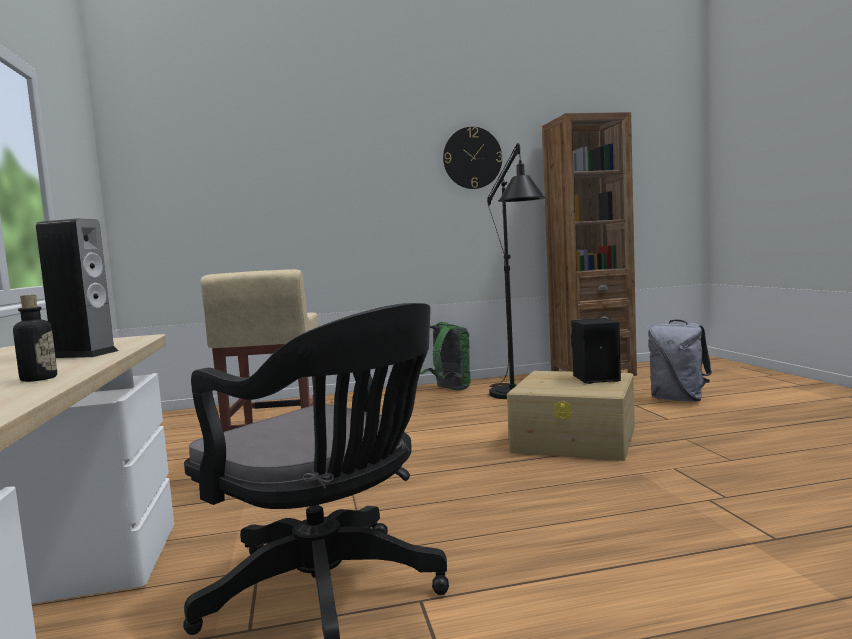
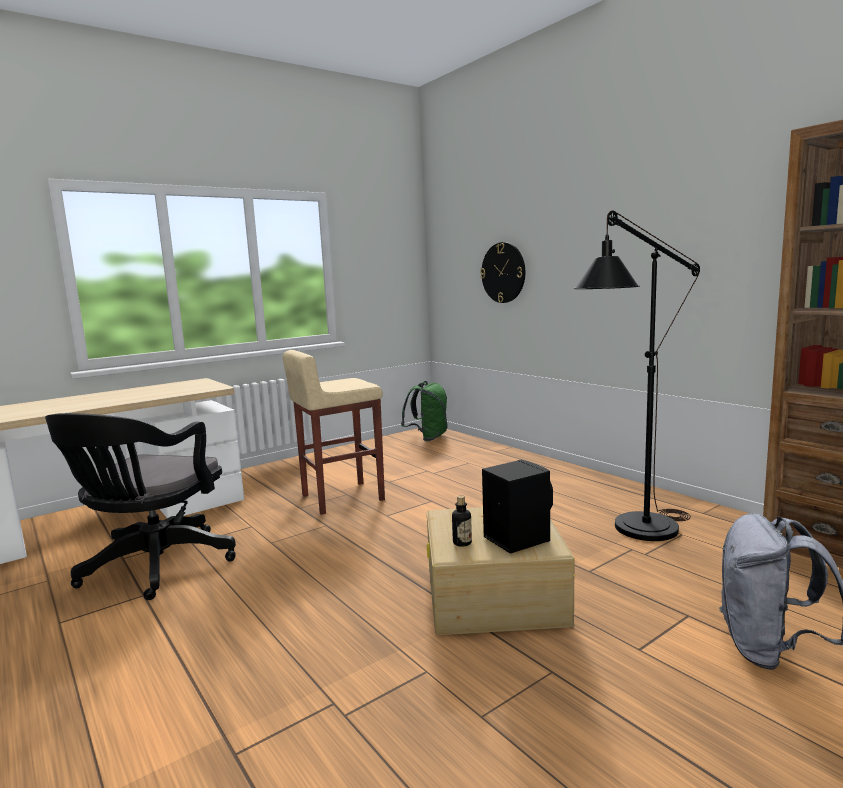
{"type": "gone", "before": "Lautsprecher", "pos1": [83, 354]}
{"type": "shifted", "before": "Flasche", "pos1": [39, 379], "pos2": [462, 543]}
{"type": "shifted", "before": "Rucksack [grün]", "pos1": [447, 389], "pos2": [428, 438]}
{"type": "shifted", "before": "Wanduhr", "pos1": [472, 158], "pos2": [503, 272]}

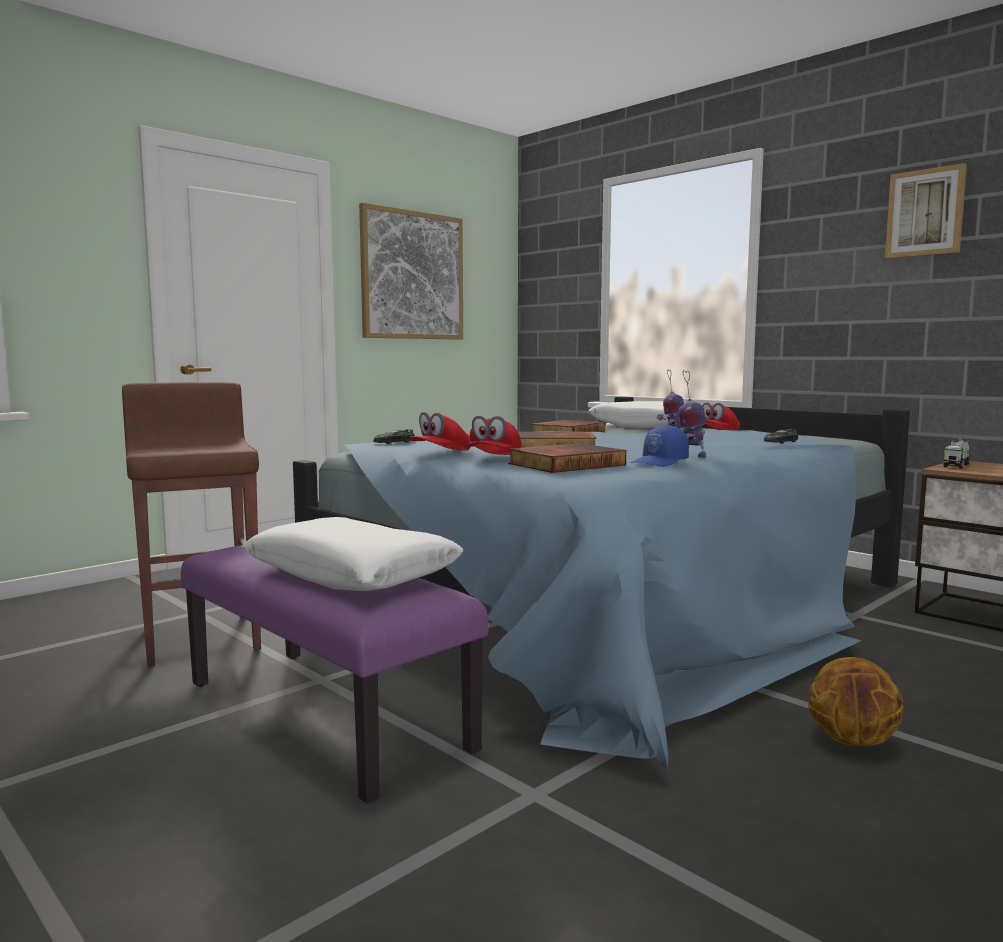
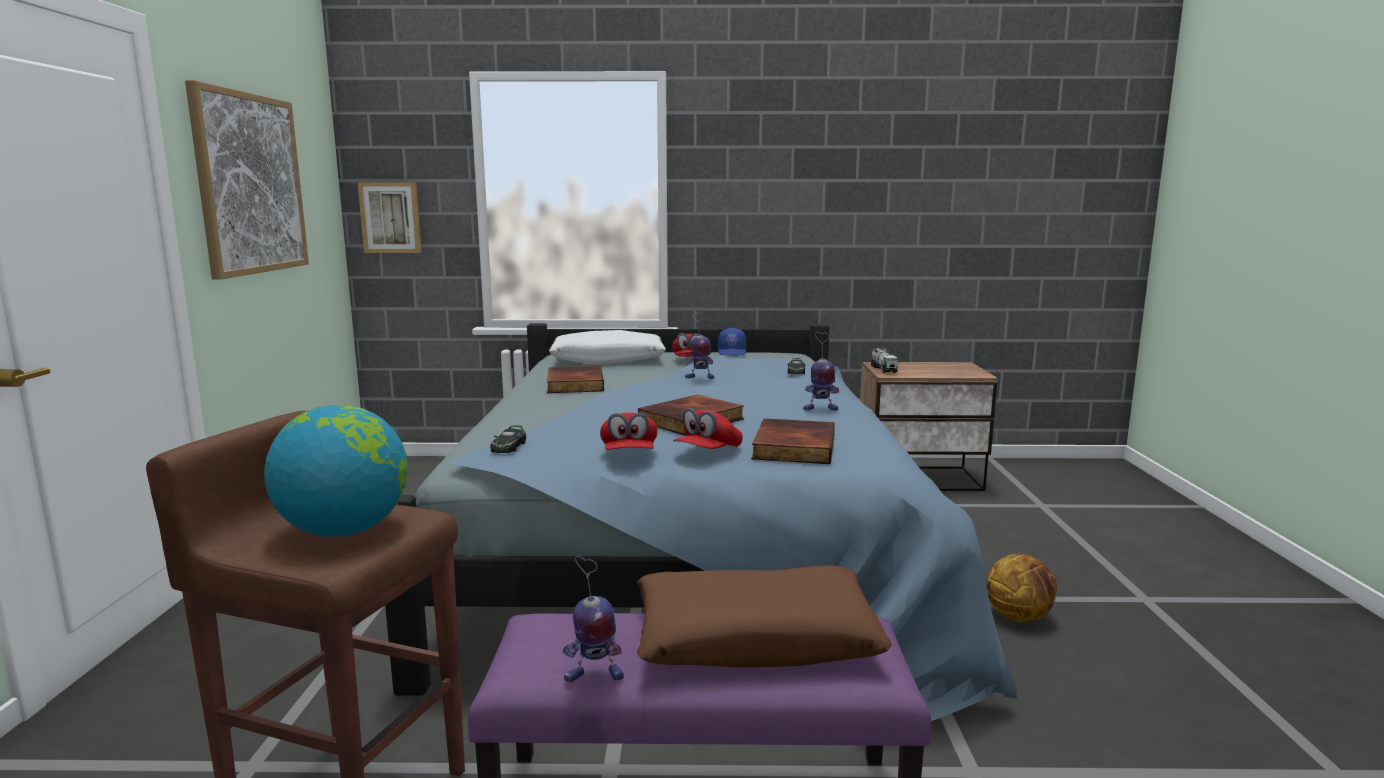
{"type": "new", "after": "Globus", "pos2": [345, 531]}
{"type": "new", "after": "Spielzeugroboter", "pos2": [593, 677]}
{"type": "shifted", "before": "Kappe [blau]", "pos1": [660, 462], "pos2": [732, 352]}
{"type": "shifted", "before": "Bild", "pos1": [925, 213], "pos2": [391, 217]}
{"type": "repainted", "before": "Kissen [weiß]", "after": "Kissen [braun]", "pos1": [351, 574], "pos2": [755, 638]}
{"type": "rotated", "before": "Kappe [rot]", "pos1": [494, 458], "pos2": [708, 452], "turn": 60}

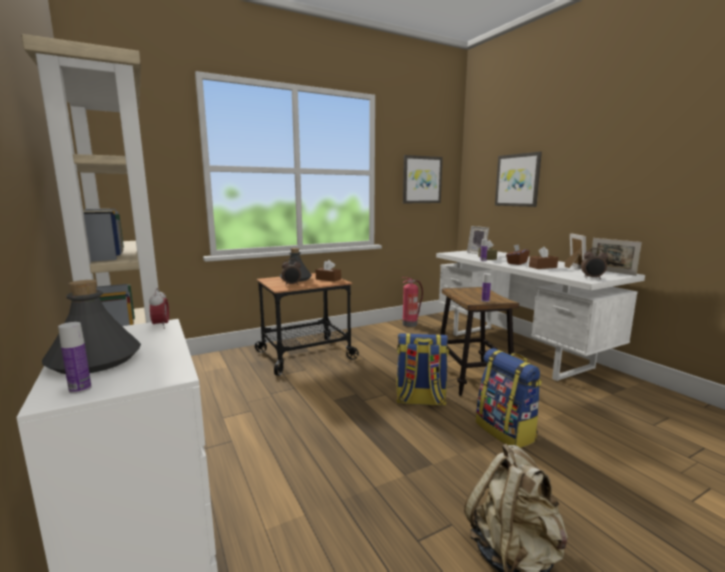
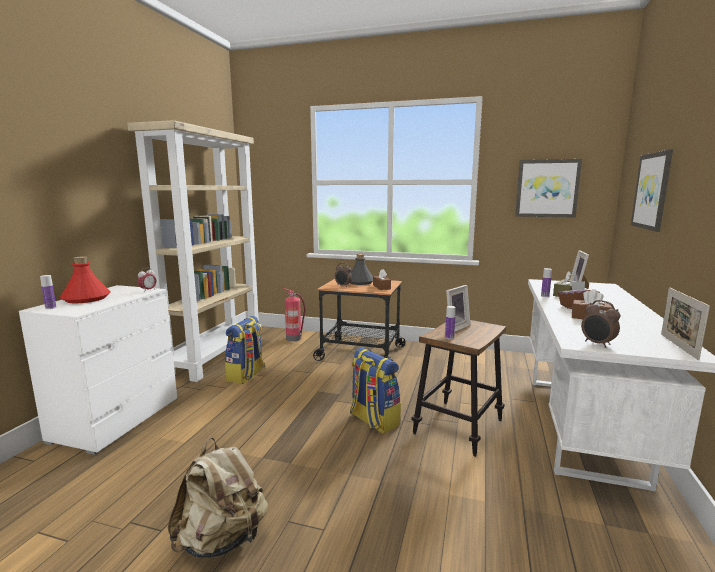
{"type": "shifted", "before": "Feuerlöscher", "pos1": [410, 324], "pos2": [294, 338]}
{"type": "shifted", "before": "Rucksack", "pos1": [506, 431], "pos2": [246, 375]}
{"type": "shifted", "before": "Bilderrahmen", "pos1": [573, 267], "pos2": [454, 327]}
{"type": "repainted", "before": "Flasche [grau]", "after": "Flasche [rot]", "pos1": [95, 360], "pos2": [86, 298]}

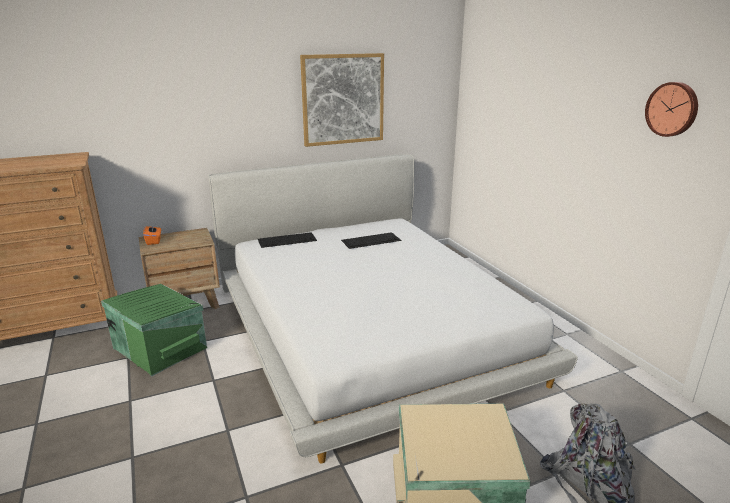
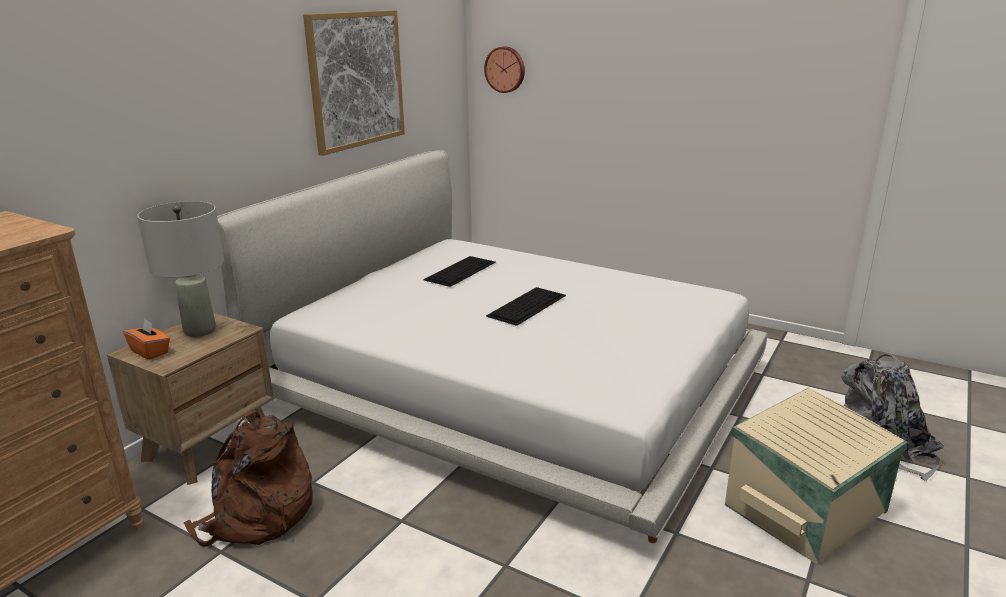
{"type": "new", "after": "Tischlampe [grau]", "pos2": [200, 331]}
{"type": "shifted", "before": "Tastatur", "pos1": [287, 240], "pos2": [527, 305]}
{"type": "shifted", "before": "Wanduhr", "pos1": [672, 109], "pos2": [505, 69]}
{"type": "swapped", "before": "Aufbewahrungsbox [grün]", "after": "Rucksack [braun]", "pos1": [160, 347], "pos2": [257, 516]}

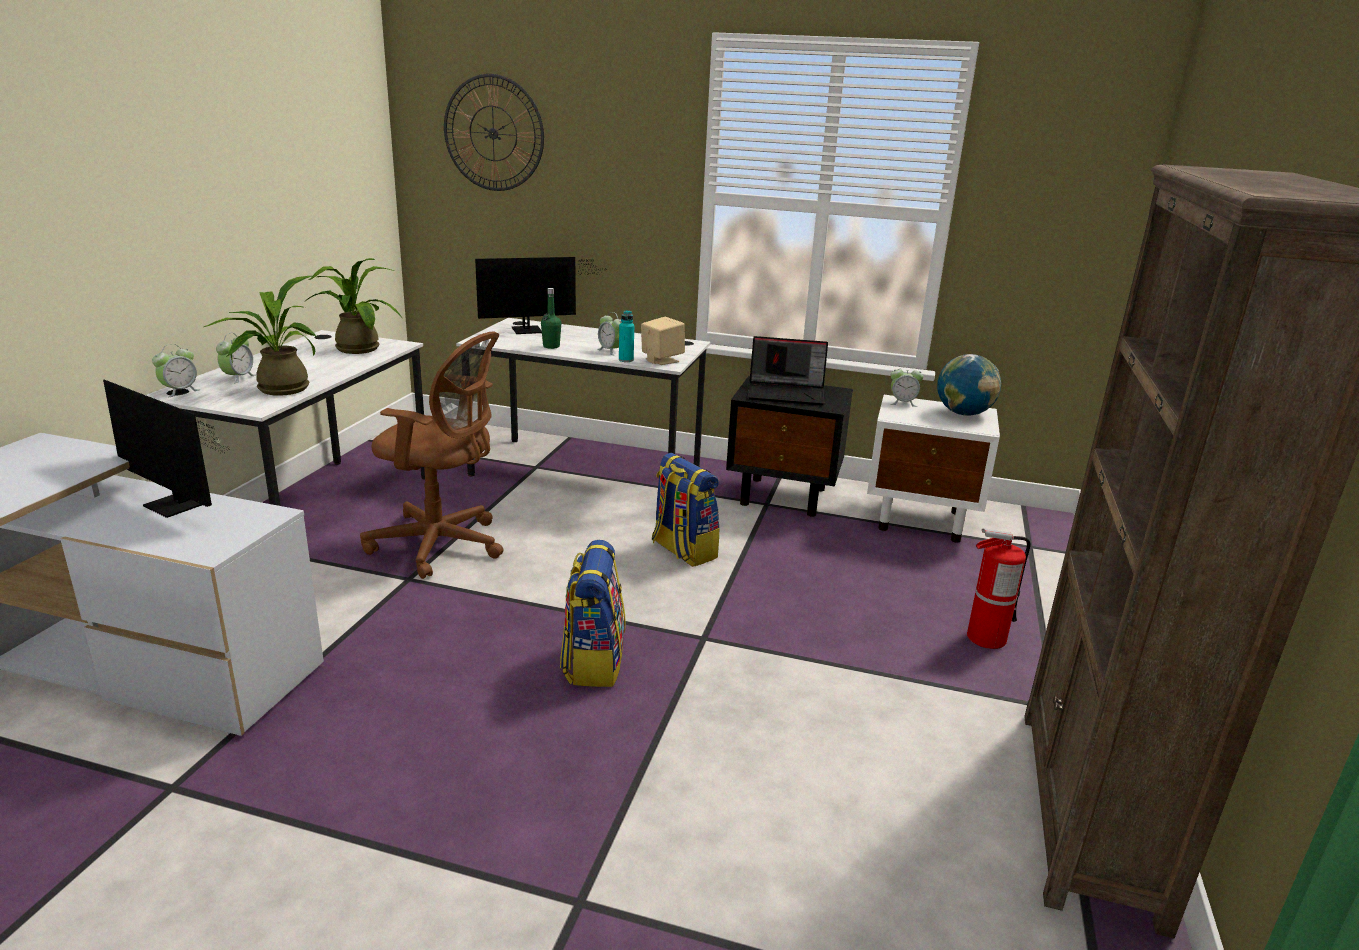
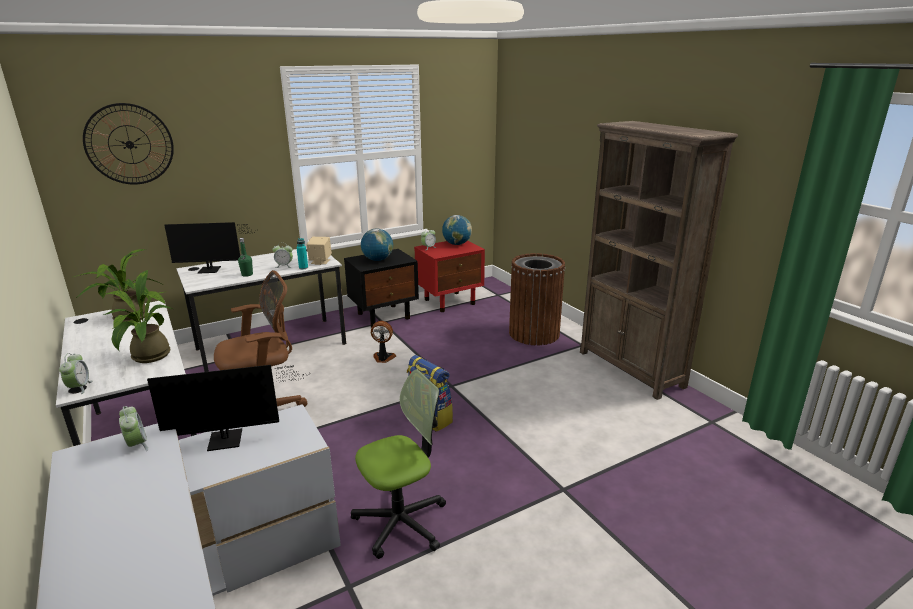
{"type": "new", "after": "Bürostuhl", "pos2": [401, 522]}
{"type": "shifted", "before": "Wecker", "pos1": [238, 378], "pos2": [137, 445]}
{"type": "swapped", "before": "Rucksack", "after": "Ventilator", "pos1": [682, 550], "pos2": [383, 358]}
{"type": "swapped", "before": "Laptop", "after": "Globus", "pos1": [787, 393], "pos2": [377, 260]}
{"type": "swapped", "before": "Feuerlöscher", "after": "Mülleimer [braun]", "pos1": [985, 638], "pos2": [534, 334]}
{"type": "repainted", "before": "Nachttisch [weiß]", "after": "Nachttisch [rot]", "pos1": [922, 520], "pos2": [450, 301]}
{"type": "rotated", "before": "Monitor", "pos1": [532, 330], "pos2": [212, 270], "turn": 60}

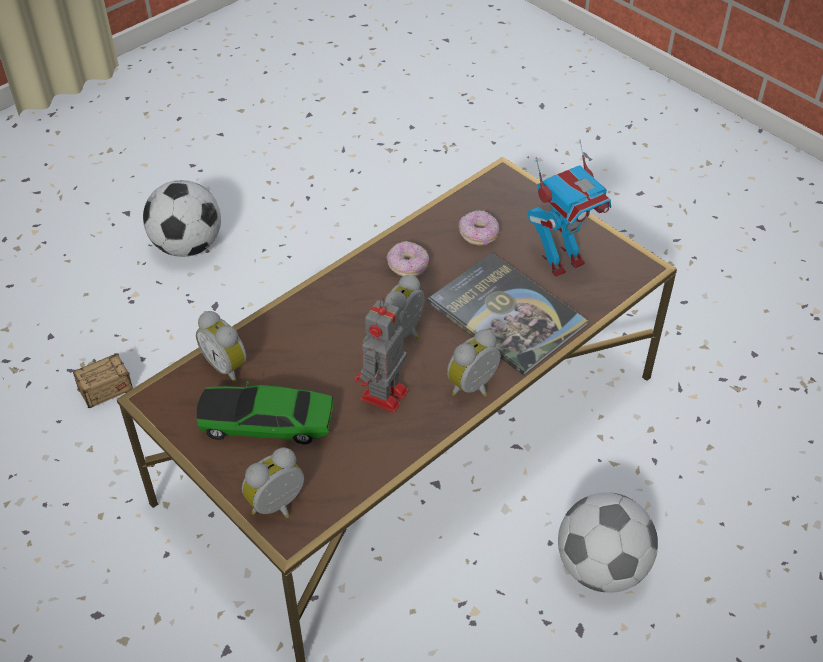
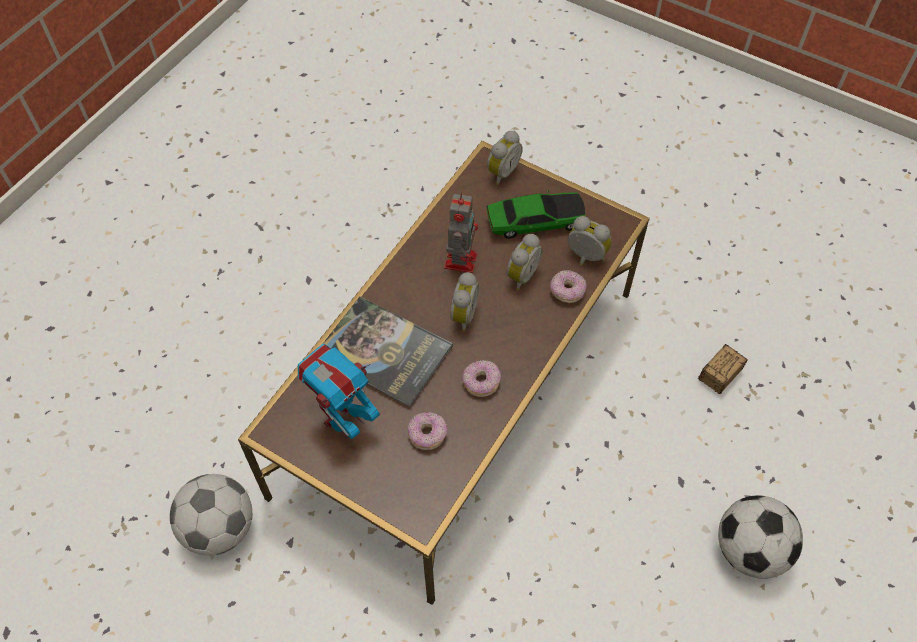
{"type": "new", "after": "Donut", "pos2": [567, 291]}
{"type": "shifted", "before": "Wecker", "pos1": [475, 388], "pos2": [520, 275]}
{"type": "shifted", "before": "Fußball", "pos1": [601, 567], "pos2": [219, 528]}

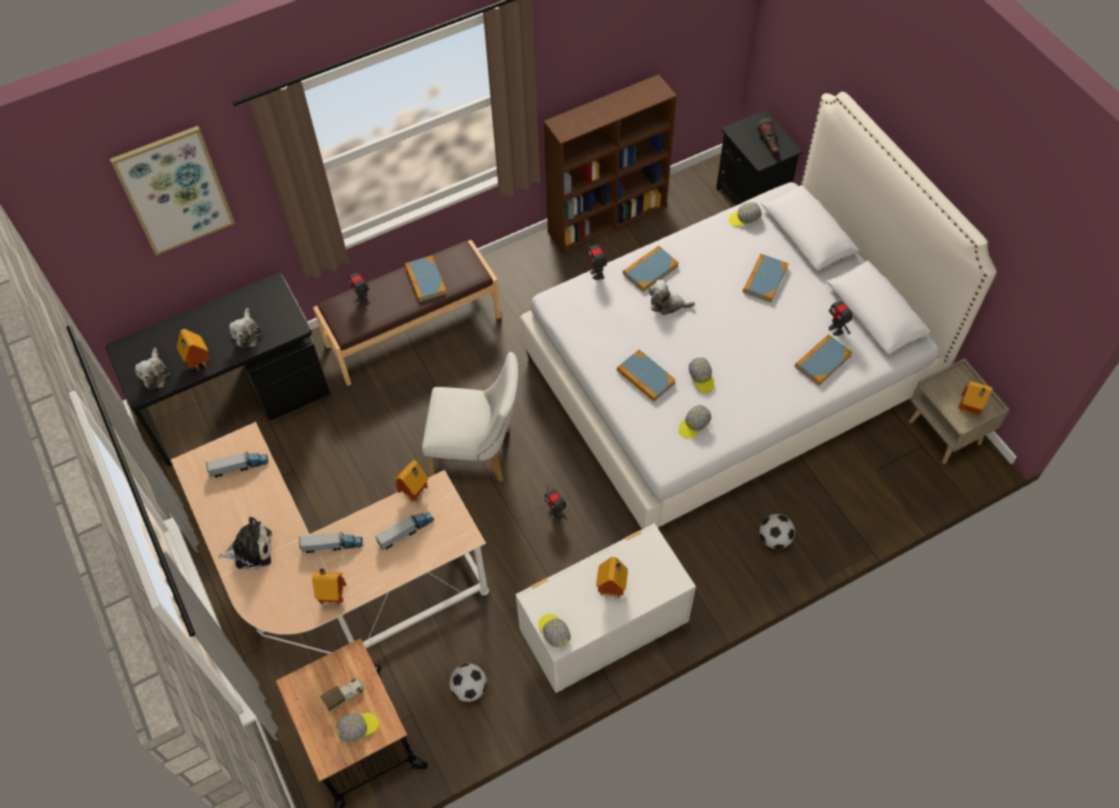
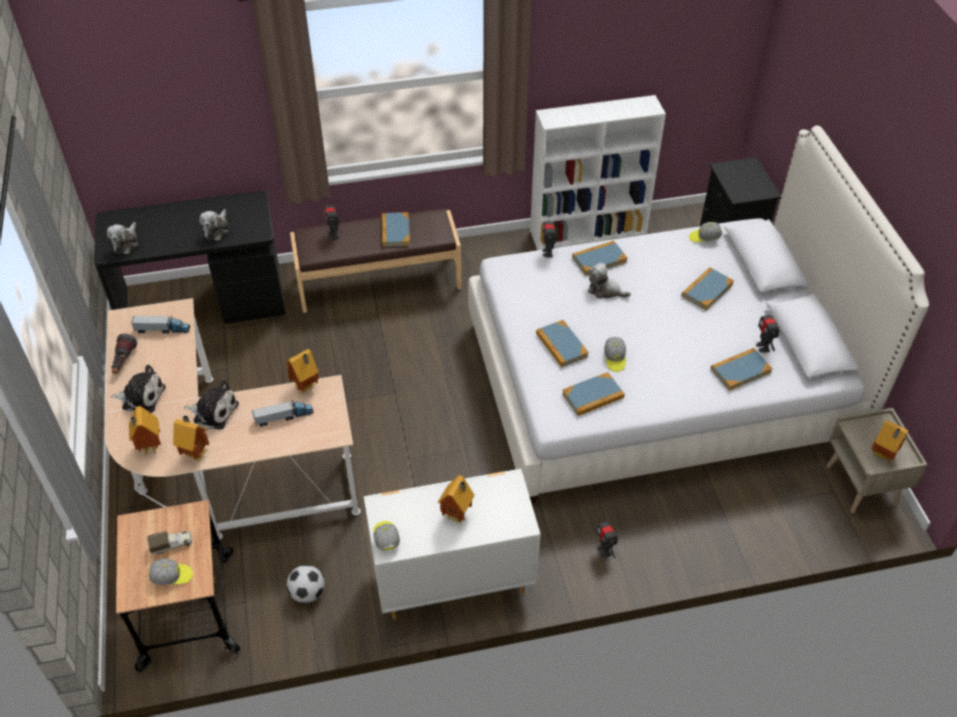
{"type": "gone", "before": "Bild", "pos1": [174, 190]}
{"type": "gone", "before": "Stuhl [weiß]", "pos1": [478, 453]}
{"type": "gone", "before": "Fußball", "pos1": [774, 539]}
{"type": "shifted", "before": "Spielzeughaus", "pos1": [198, 364], "pos2": [149, 447]}
{"type": "shifted", "before": "Spielzeugroboter", "pos1": [555, 513], "pos2": [604, 550]}
{"type": "shifted", "before": "Taschenlampe", "pos1": [768, 143], "pos2": [123, 362]}
{"type": "swapped", "before": "Spielzeuglaster", "after": "Plüschtier", "pos1": [332, 545], "pos2": [213, 411]}
{"type": "swapped", "before": "Kappe", "after": "Buch", "pos1": [694, 425], "pos2": [593, 396]}
{"type": "repainted", "before": "Bücherregal [braun]", "after": "Bücherregal [weiß]", "pos1": [608, 219], "pos2": [589, 232]}

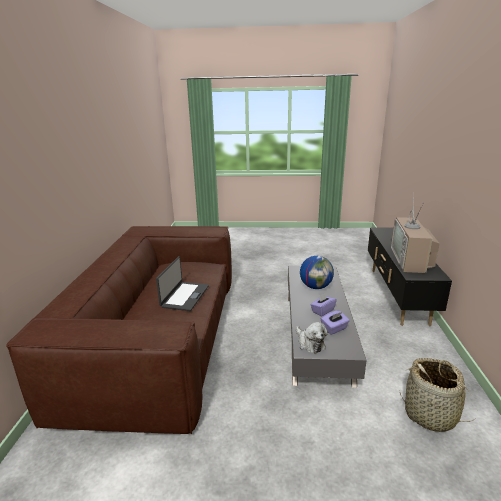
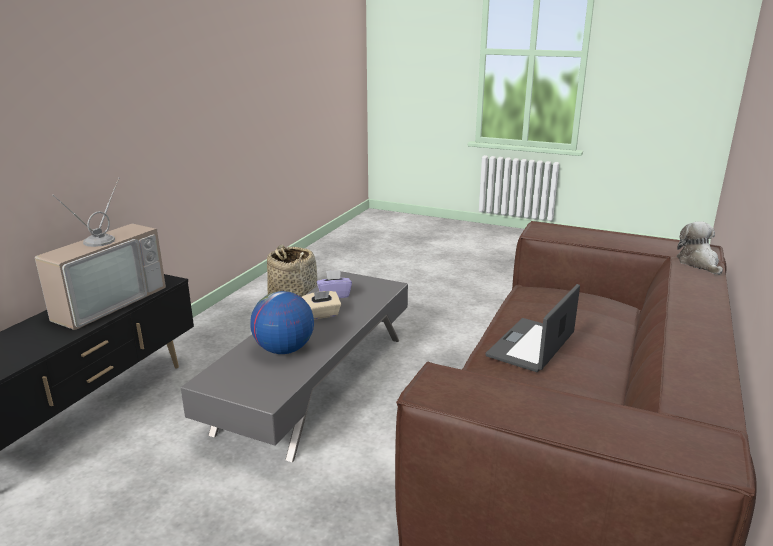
{"type": "shifted", "before": "Plüschtier", "pos1": [310, 343], "pos2": [698, 263]}
{"type": "repainted", "before": "Taschentuchbox [lila]", "after": "Taschentuchbox [beige]", "pos1": [322, 311], "pos2": [322, 315]}

